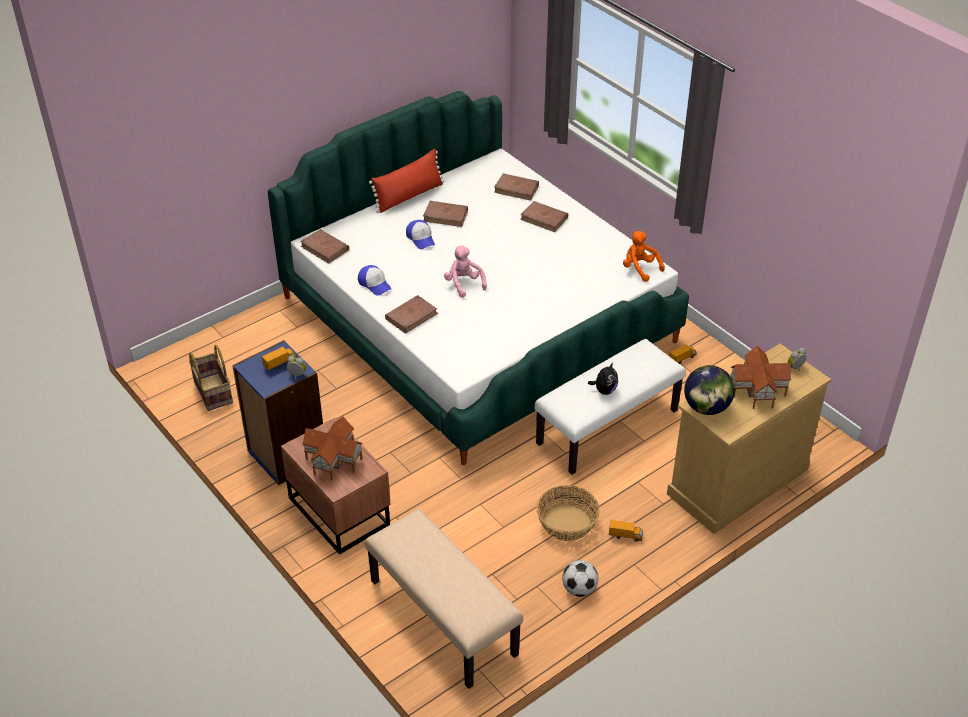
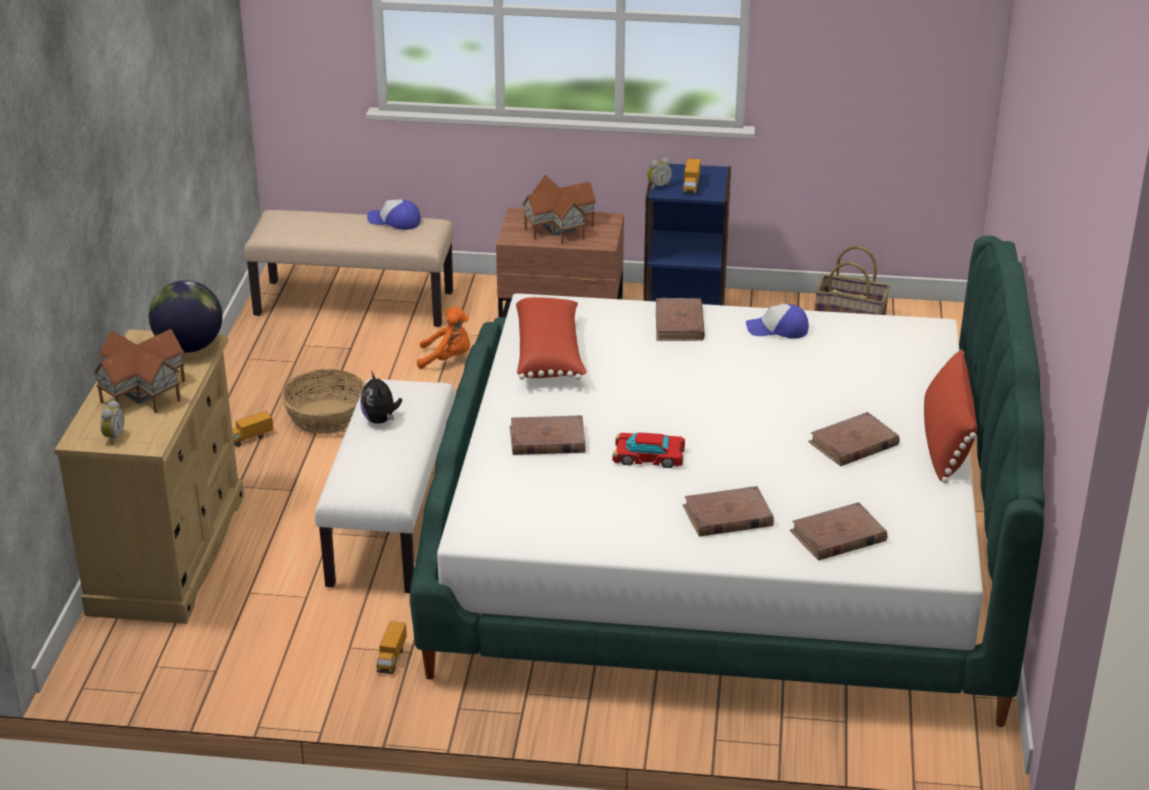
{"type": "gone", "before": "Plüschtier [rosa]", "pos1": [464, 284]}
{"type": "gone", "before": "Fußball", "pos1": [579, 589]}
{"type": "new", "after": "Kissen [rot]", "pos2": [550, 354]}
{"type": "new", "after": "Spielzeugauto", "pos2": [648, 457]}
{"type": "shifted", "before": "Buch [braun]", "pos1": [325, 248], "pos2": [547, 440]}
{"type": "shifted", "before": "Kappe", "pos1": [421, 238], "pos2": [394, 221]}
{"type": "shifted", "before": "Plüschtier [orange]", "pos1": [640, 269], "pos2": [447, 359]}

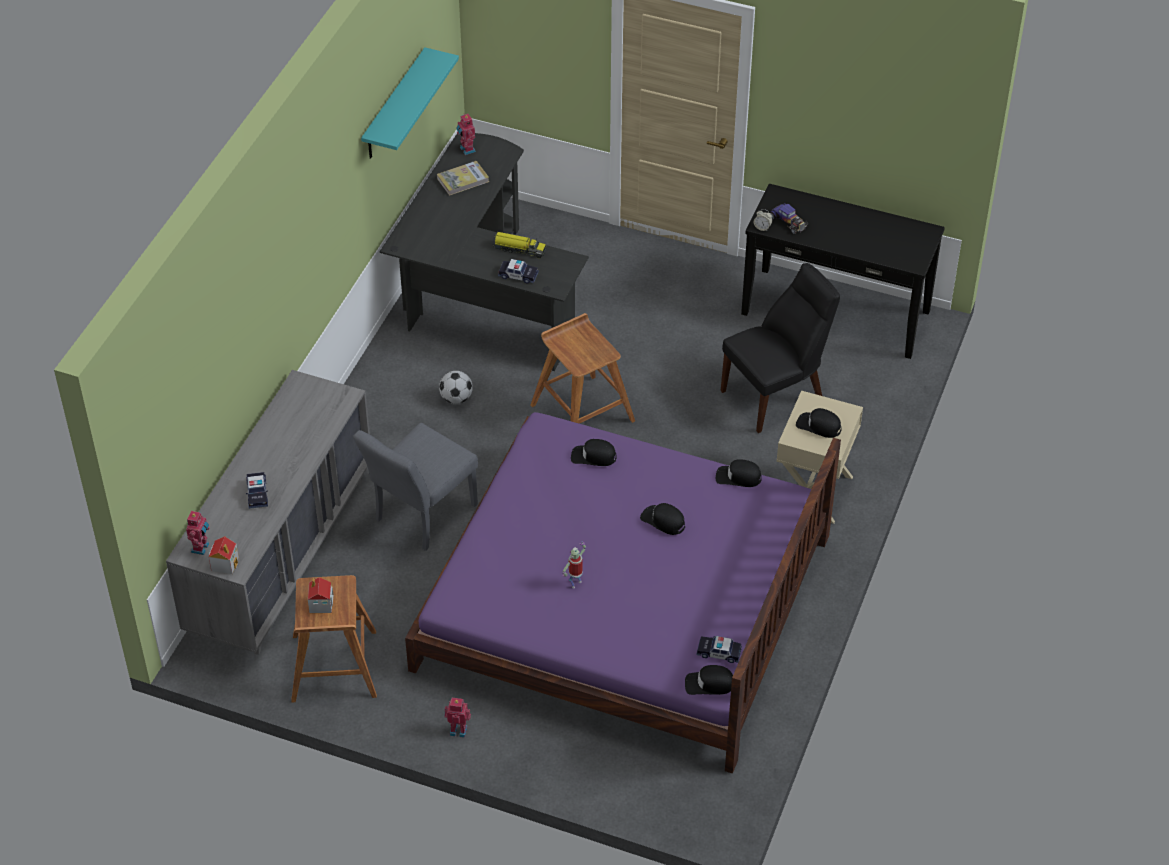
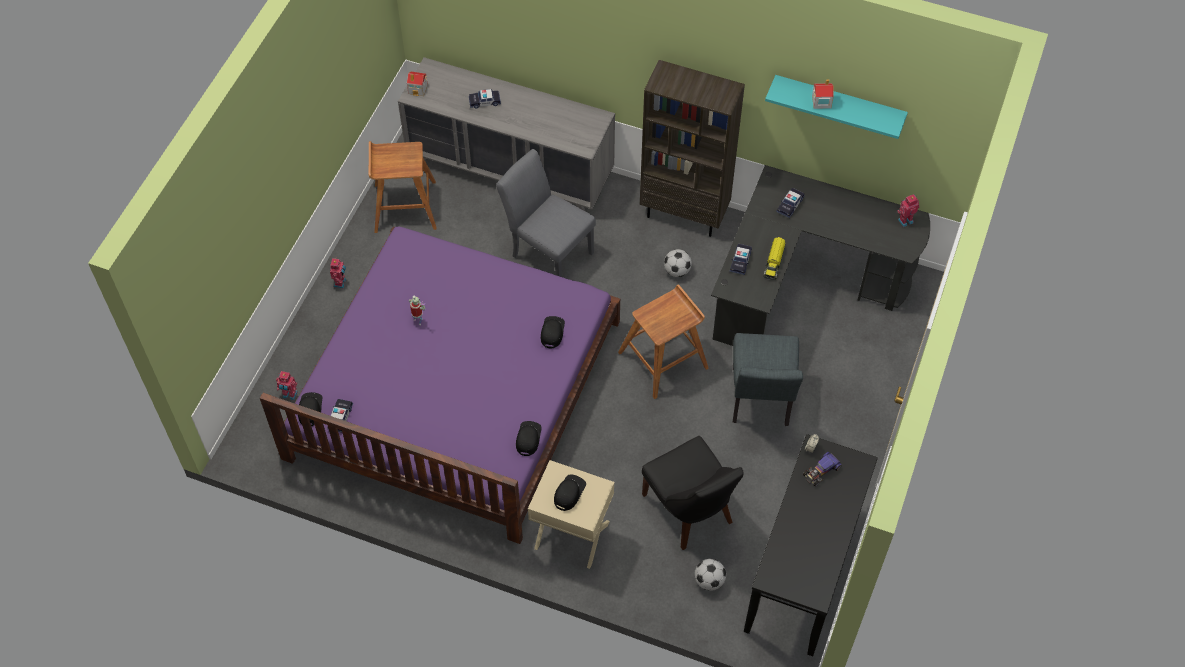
{"type": "gone", "before": "Buch", "pos1": [463, 180]}
{"type": "gone", "before": "Kappe [schwarz]", "pos1": [663, 521]}
{"type": "new", "after": "Bücherregal [braun]", "pos2": [685, 214]}
{"type": "new", "after": "Fußball", "pos2": [709, 581]}
{"type": "new", "after": "Stuhl [grau]", "pos2": [760, 402]}
{"type": "new", "after": "Spielzeugauto", "pos2": [790, 205]}
{"type": "shifted", "before": "Spielzeugroboter", "pos1": [201, 548], "pos2": [289, 395]}
{"type": "shifted", "before": "Spielzeughaus", "pos1": [321, 604], "pos2": [821, 101]}

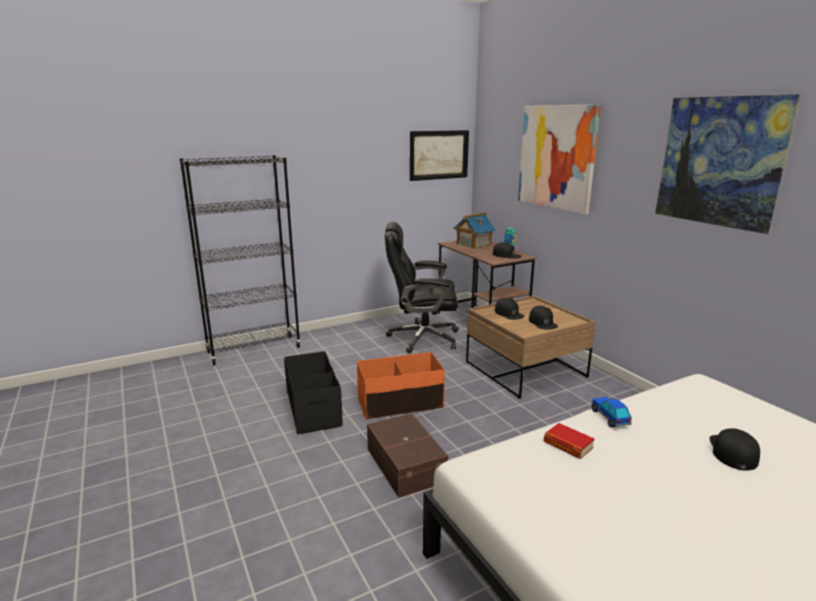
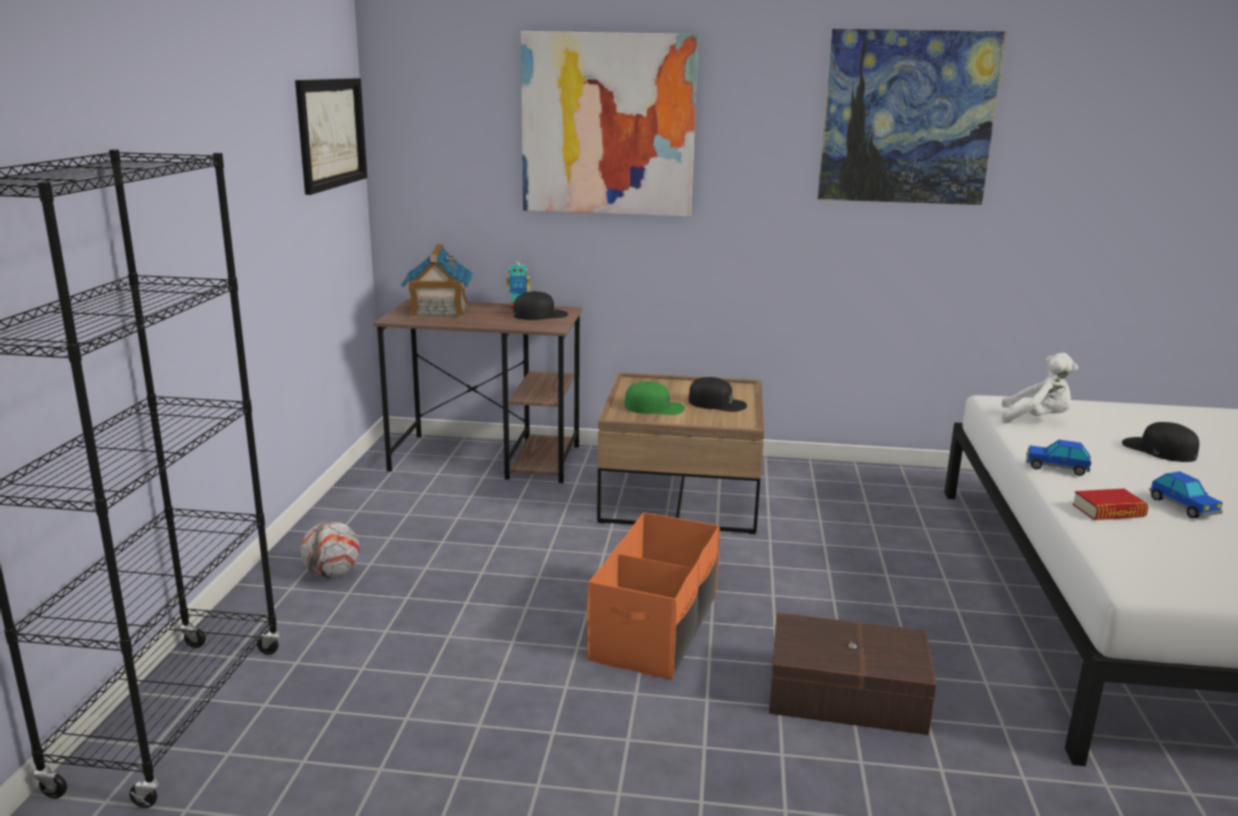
{"type": "gone", "before": "Aufbewahrungsbox [schwarz]", "pos1": [313, 409]}
{"type": "gone", "before": "Bürostuhl [schwarz]", "pos1": [422, 338]}
{"type": "new", "after": "Fußball", "pos2": [332, 574]}
{"type": "new", "after": "Plüschtier [weiß]", "pos2": [1037, 420]}
{"type": "new", "after": "Spielzeugauto", "pos2": [1183, 507]}
{"type": "repainted", "before": "Kappe [schwarz]", "after": "Kappe [grün]", "pos1": [509, 313], "pos2": [654, 407]}

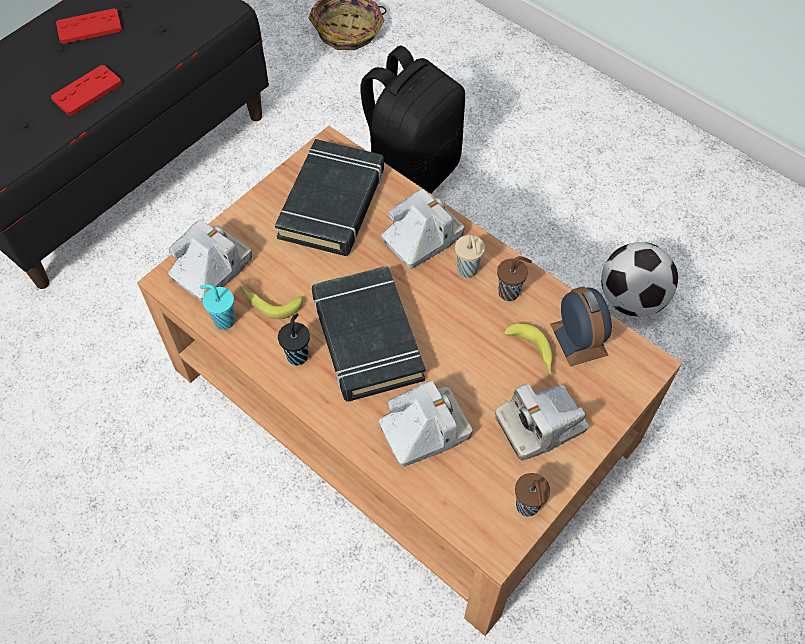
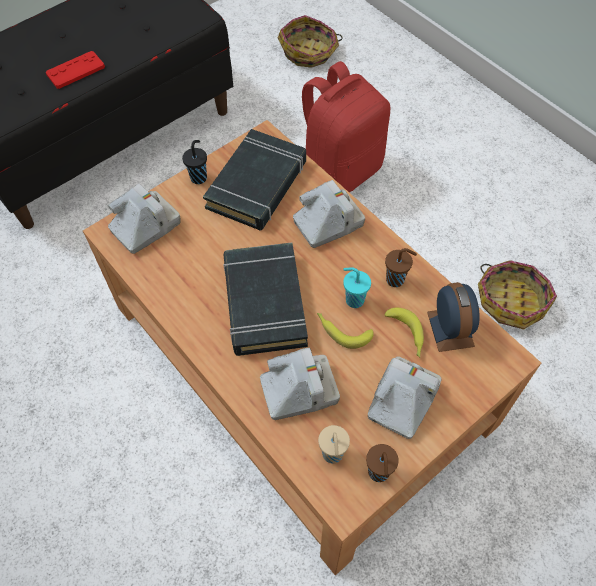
{"type": "gone", "before": "Gamepad [rot]", "pos1": [89, 27]}
{"type": "shifted", "before": "Tasse [türkis]", "pos1": [223, 320], "pos2": [353, 300]}
{"type": "shifted", "before": "Banane", "pos1": [269, 302], "pos2": [342, 331]}
{"type": "shifted", "before": "Tasse [schwarz]", "pos1": [298, 355], "pos2": [199, 177]}
{"type": "shifted", "before": "Tasse [beige]", "pos1": [468, 270], "pos2": [332, 455]}
{"type": "swapped", "before": "Fußball", "after": "Korb", "pos1": [631, 299], "pos2": [511, 300]}
{"type": "repainted", "before": "Rucksack [schwarz]", "after": "Rucksack [rot]", "pos1": [410, 173], "pos2": [340, 171]}
{"type": "rotated", "before": "Kamera", "pos1": [540, 425], "pos2": [402, 401], "turn": 135}

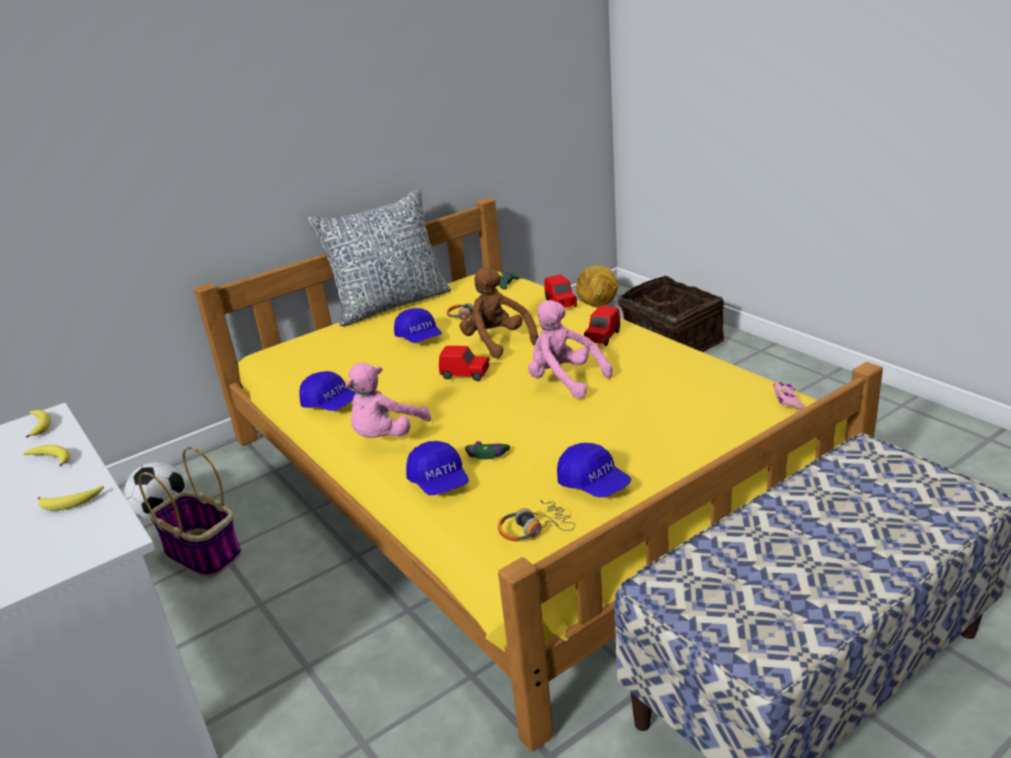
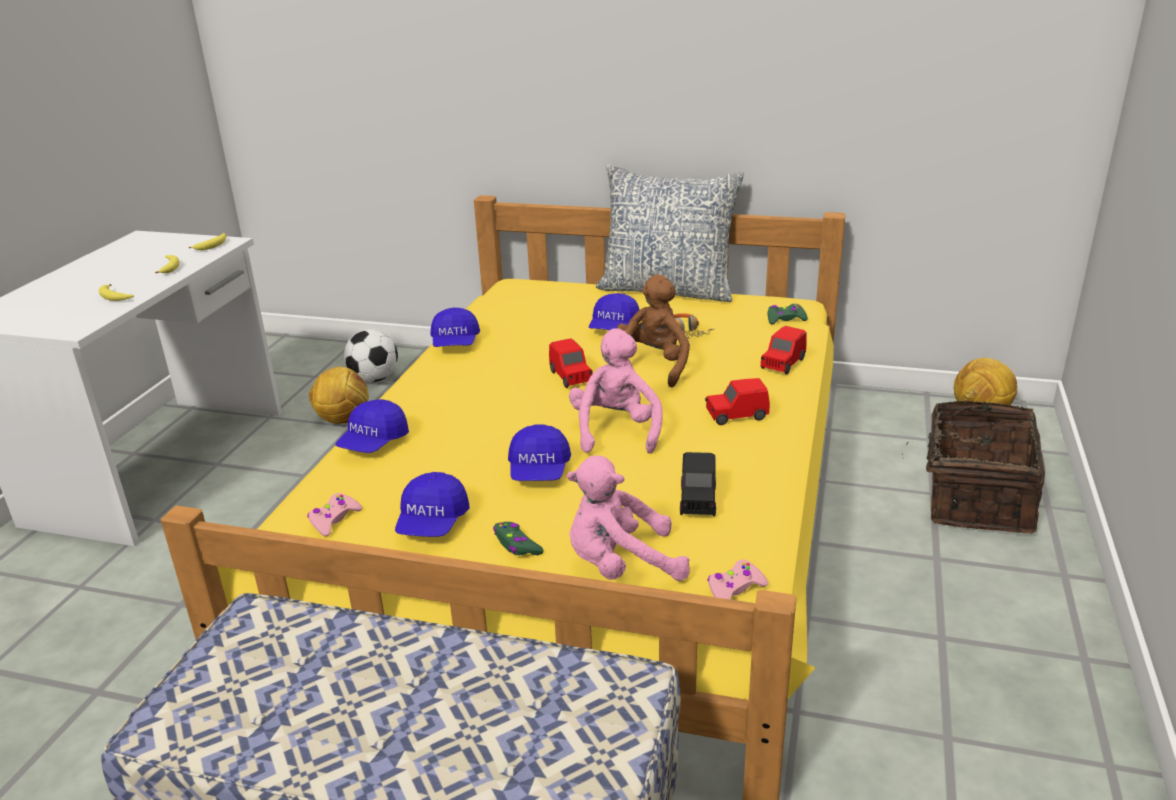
{"type": "new", "after": "Kappe [blau]", "pos2": [539, 471]}
{"type": "new", "after": "Spielzeugauto [schwarz]", "pos2": [698, 501]}
{"type": "shifted", "before": "Plüschtier [rosa]", "pos1": [386, 436], "pos2": [621, 565]}
{"type": "shifted", "before": "Gamepad [grün]", "pos1": [487, 454], "pos2": [517, 545]}
{"type": "swapped", "before": "Korb", "after": "Fußball", "pos1": [204, 553], "pos2": [343, 420]}
{"type": "swapped", "before": "Kopfhörer", "after": "Gamepad [rosa]", "pos1": [534, 529], "pos2": [334, 520]}

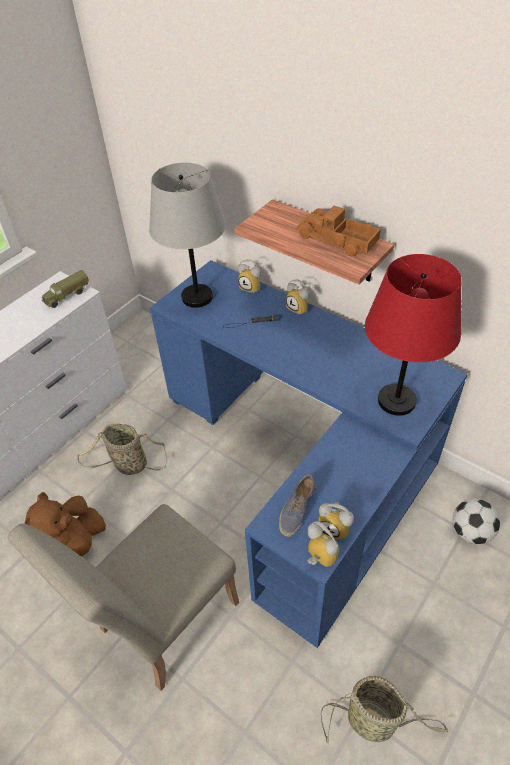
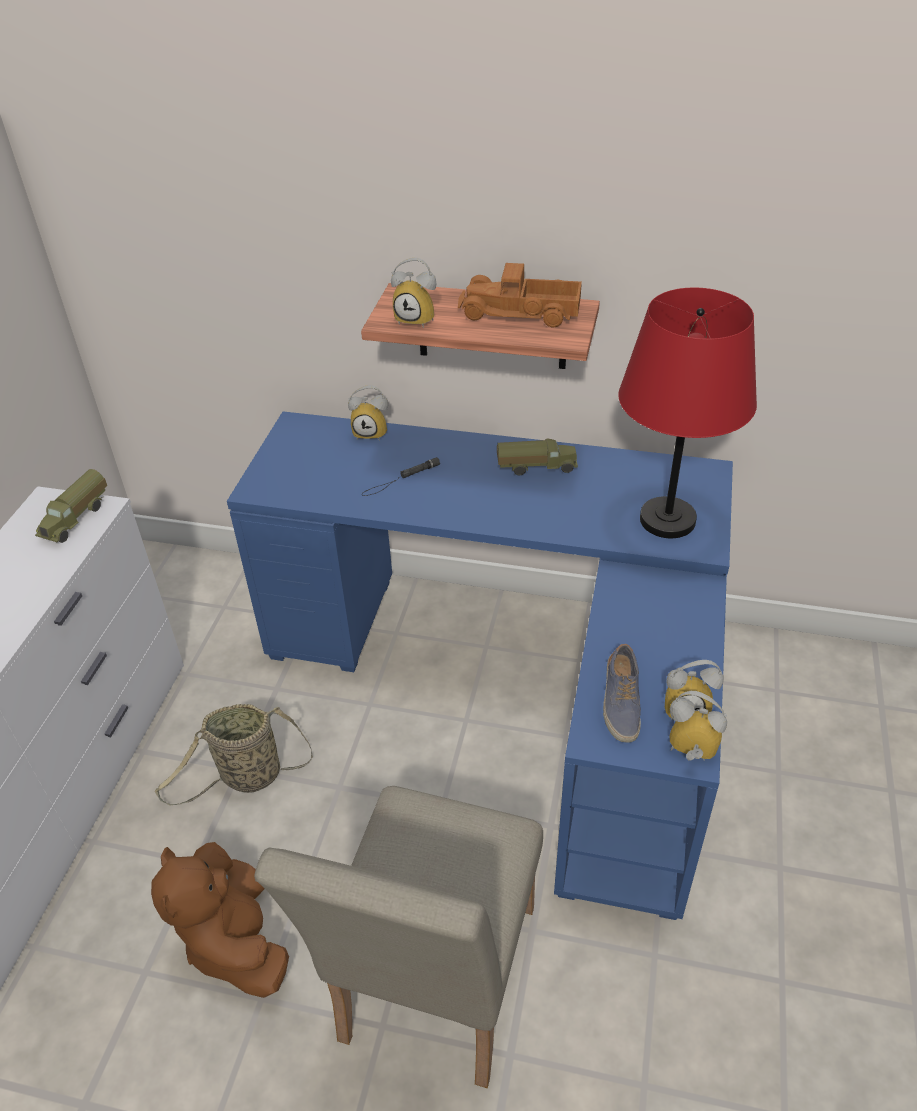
{"type": "gone", "before": "Tischlampe [grau]", "pos1": [196, 297]}
{"type": "gone", "before": "Korb", "pos1": [374, 721]}
{"type": "gone", "before": "Fußball", "pos1": [471, 532]}
{"type": "new", "after": "Spielzeuglaster", "pos2": [536, 467]}
{"type": "shifted", "before": "Wecker", "pos1": [300, 308], "pos2": [418, 319]}

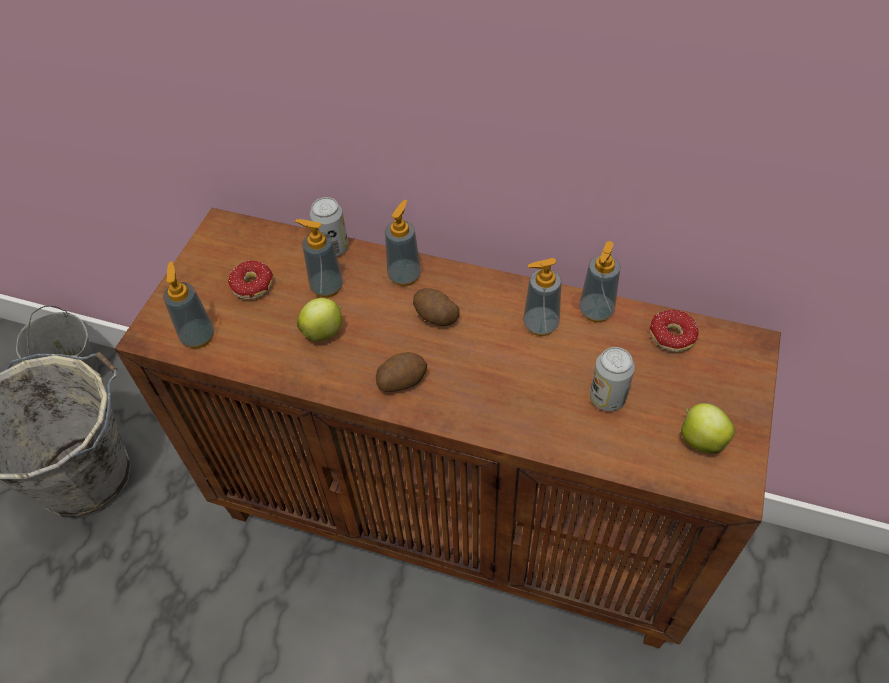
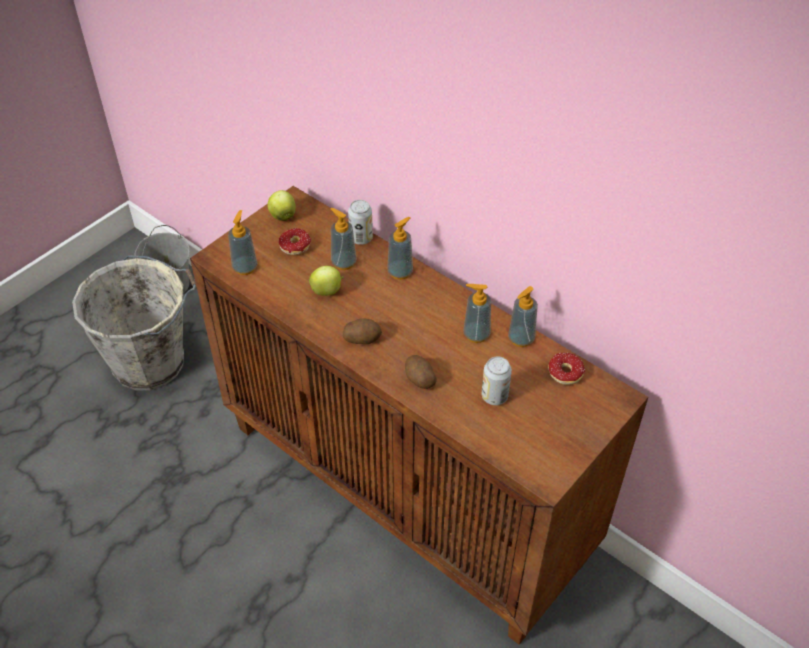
{"type": "shifted", "before": "Kartoffel", "pos1": [435, 316], "pos2": [419, 379]}
{"type": "shifted", "before": "Apfel", "pos1": [700, 439], "pos2": [282, 216]}

